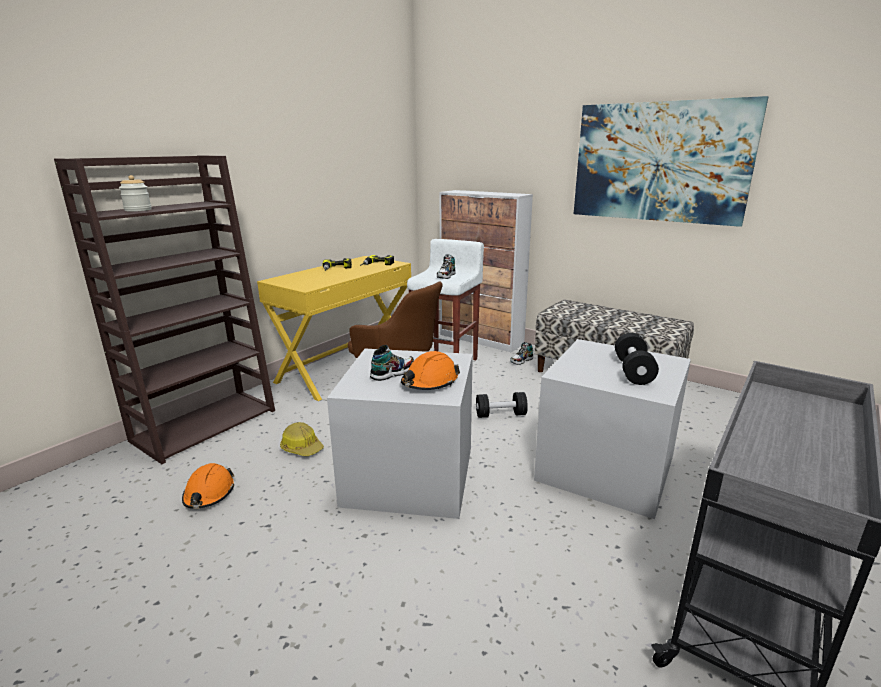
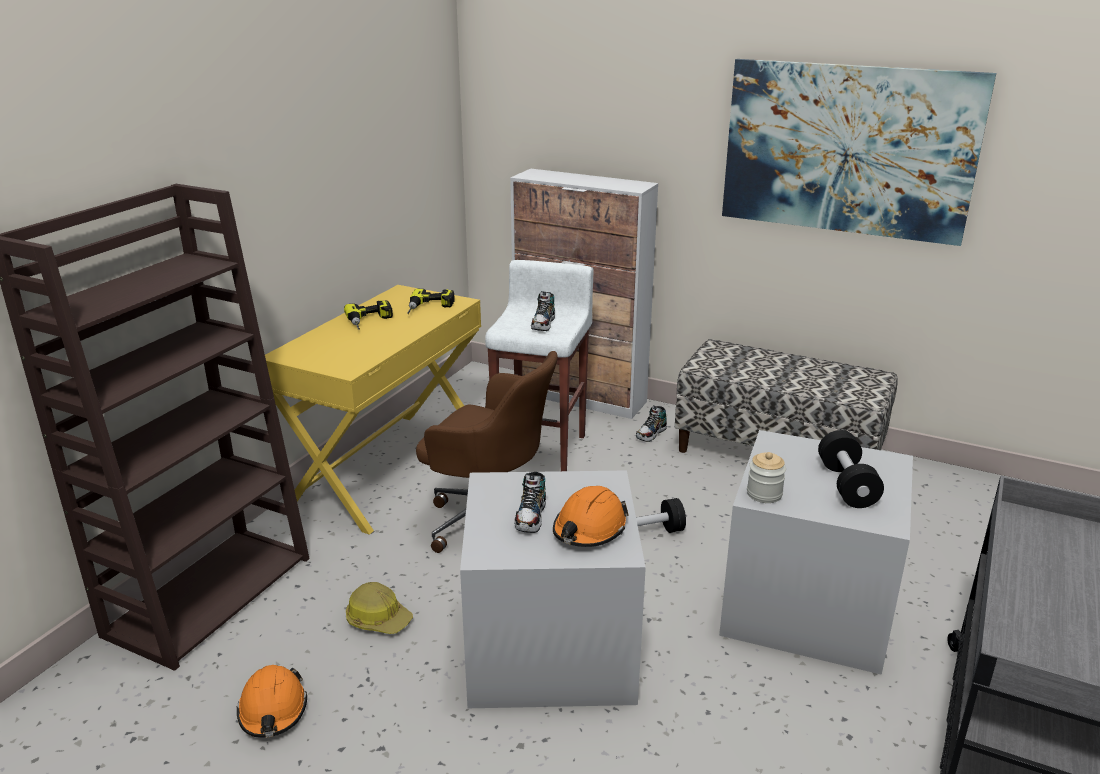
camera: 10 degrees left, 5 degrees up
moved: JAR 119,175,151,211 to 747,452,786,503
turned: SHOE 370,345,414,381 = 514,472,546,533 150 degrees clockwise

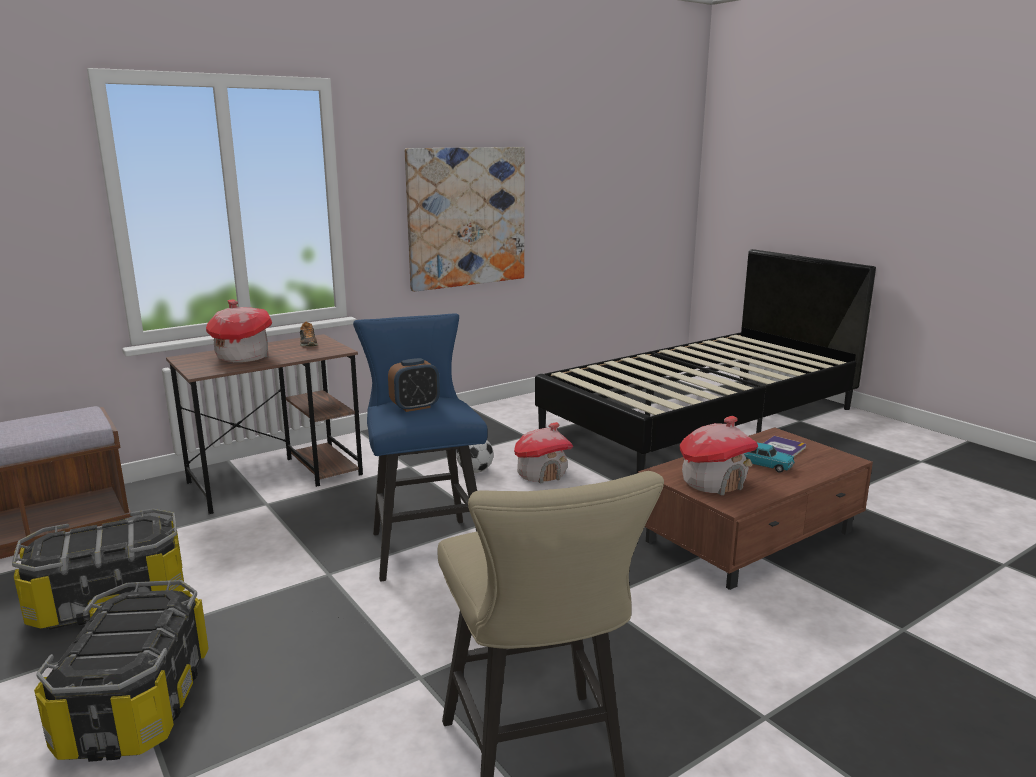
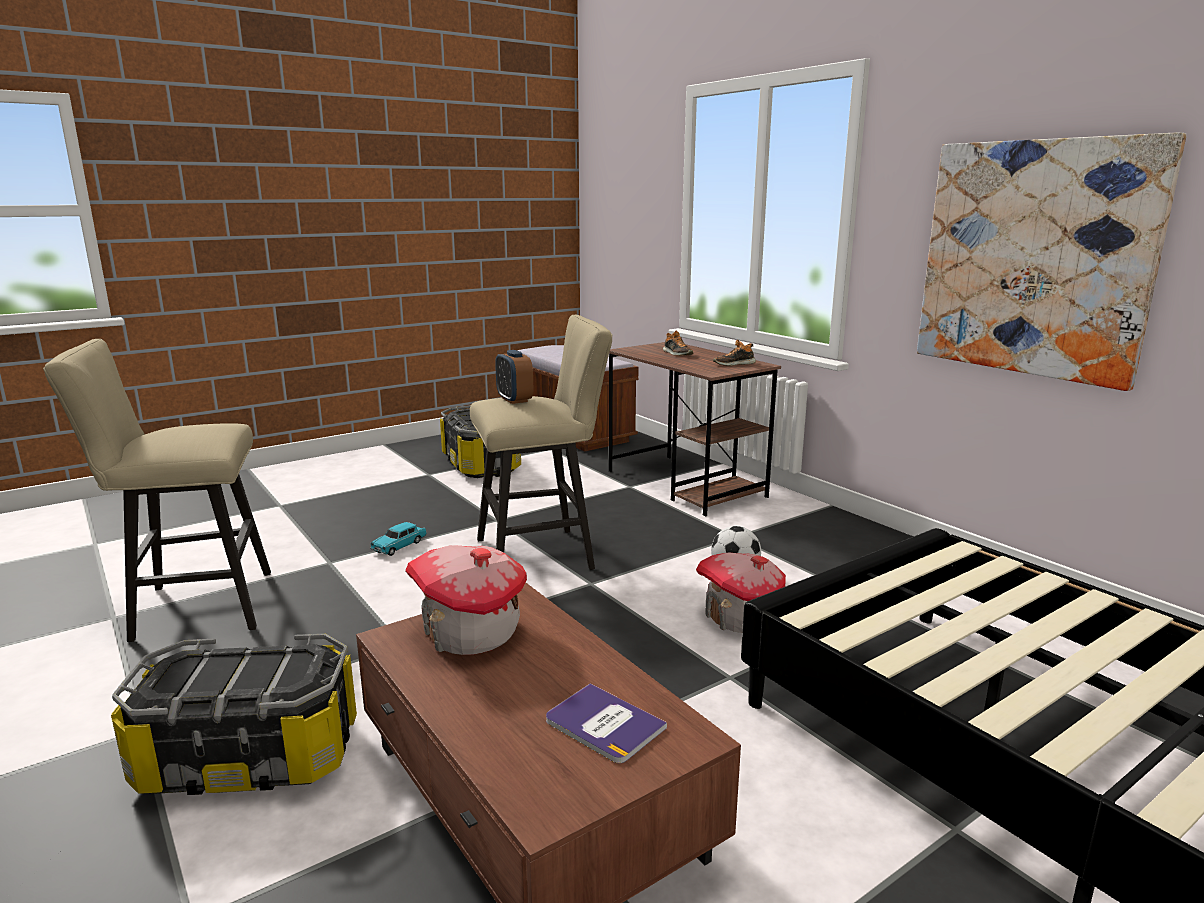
camera: 90 degrees right, 0 degrees up
moved: STORAGE BOX 34,580,209,762 to 111,634,357,795; TURQUOISE TOY CAR 744,443,795,473 to 370,522,427,556
replaced: TOY HOUSE 206,299,273,362 to SHOE 663,330,693,356
recoloured: BLUE STOOL 353,313,488,582 to BEIGE STOOL 470,315,612,570

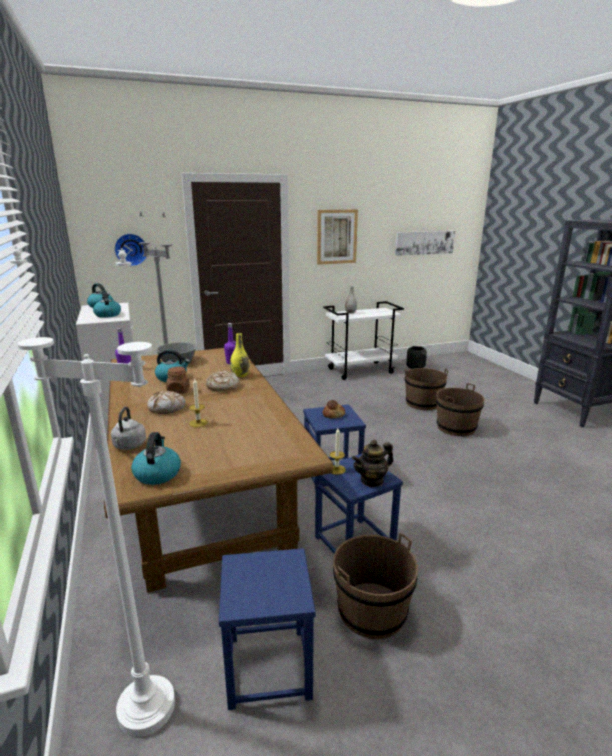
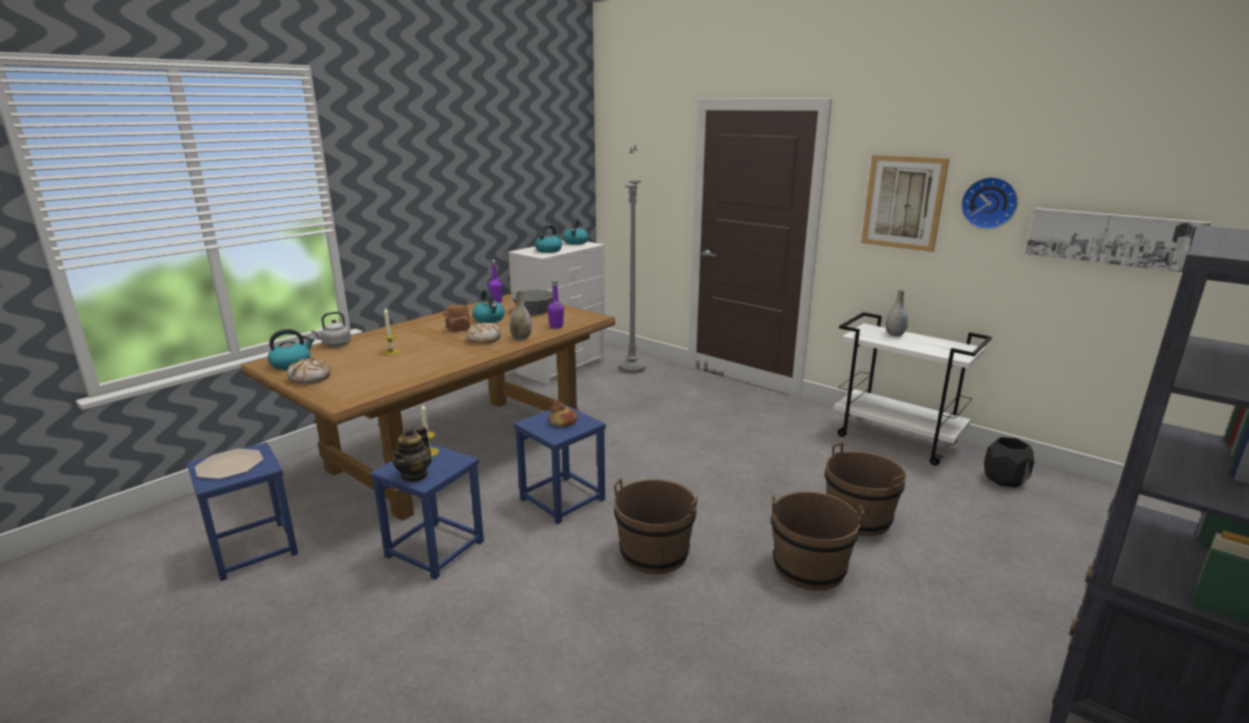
camera: 60 degrees right, 0 degrees up
removed: WHITE FLOOR LAMP 10,246,175,737
added: PLATE 195,449,263,479
moved: WALL CLOCK 114,233,148,266 to 961,177,1018,229; BREAD 147,391,186,414 to 287,358,331,384; BROWN BUCKET 333,532,418,639 to 614,478,698,574
recoloured: YELLOW VASE 230,333,250,377 to GREY VASE 509,289,532,340
turned: TEAPOT 352,440,393,487 = 392,426,432,482 105 degrees counterclockwise

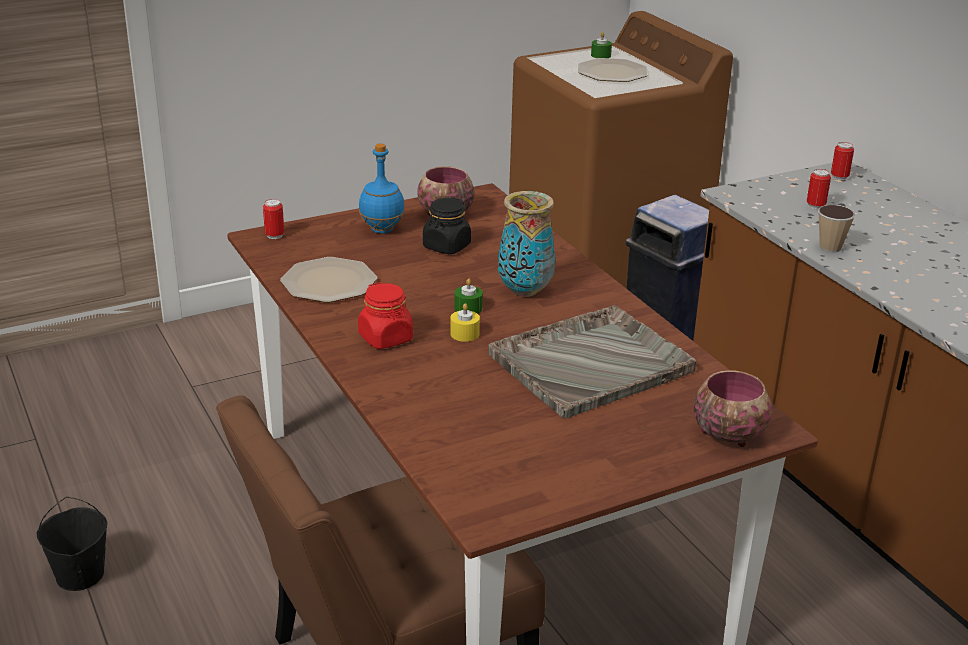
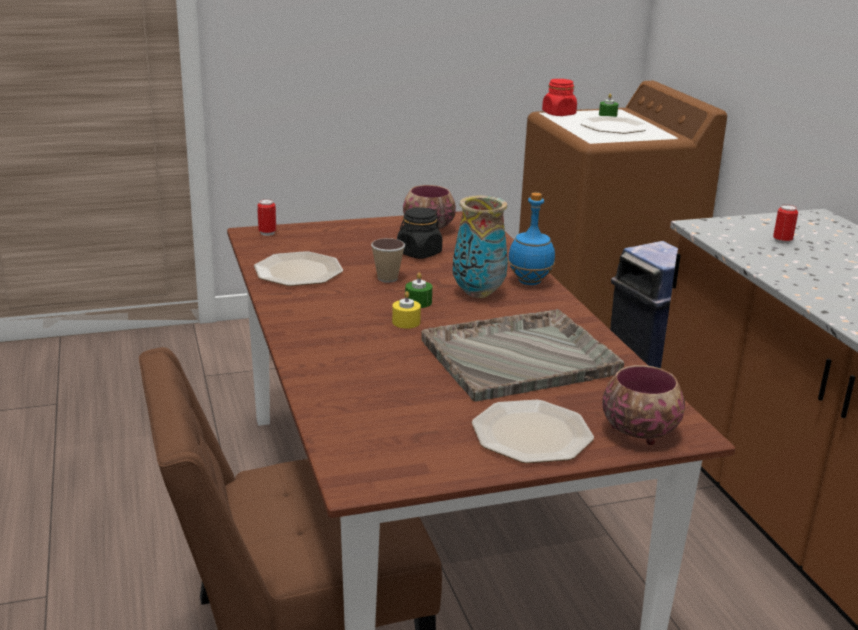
camera: 10 degrees right, 5 degrees down
removed: BLACK BUCKET 37,497,107,591; CAN 831,142,854,180
added: PLATE 472,400,594,463
moved: RED JAR 358,282,413,349 to 542,79,577,116; BLUE BOTTLE 359,144,405,234 to 508,192,555,285; CUP 818,205,855,253 to 371,238,405,283

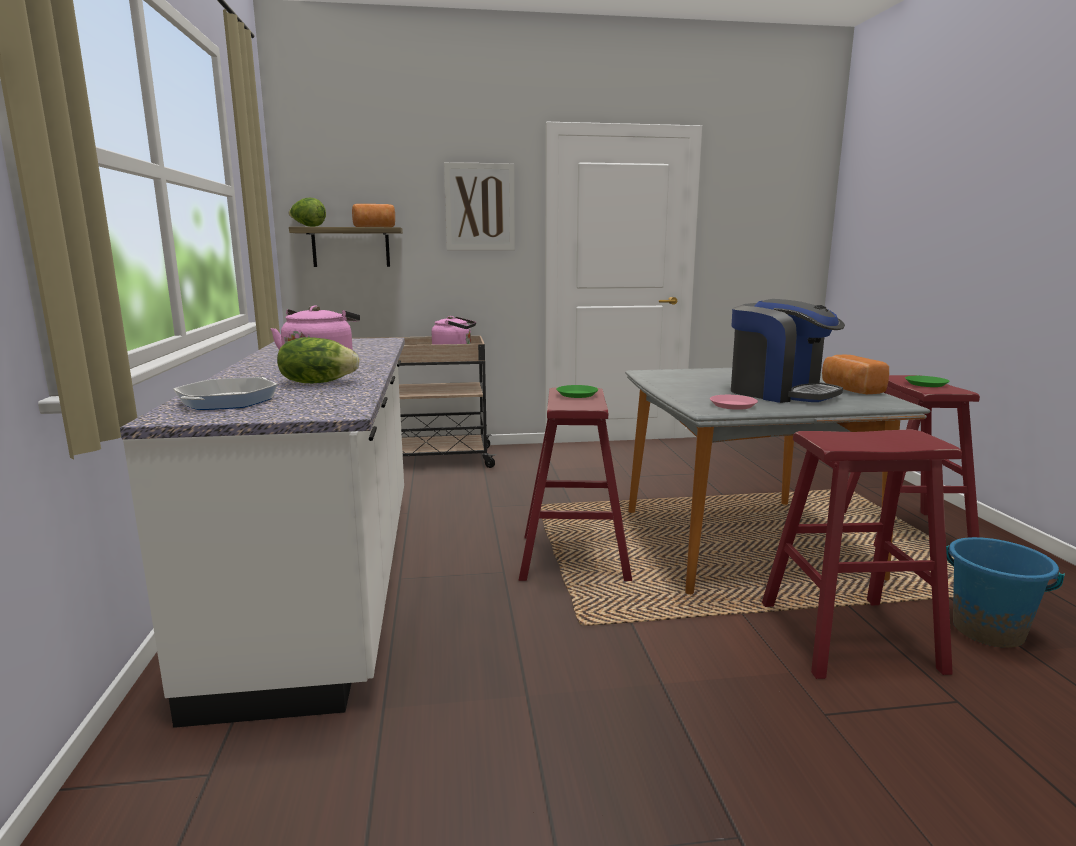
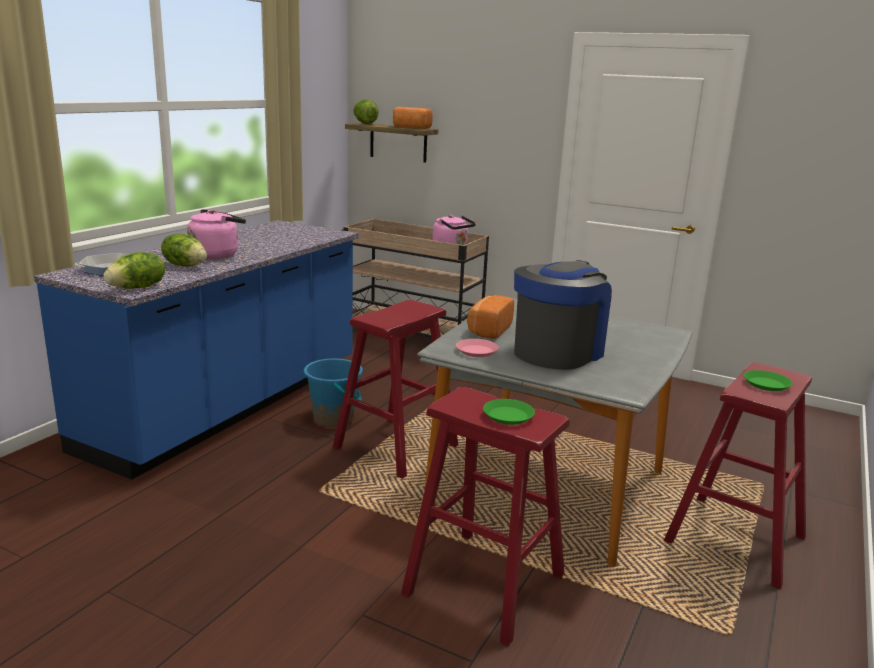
camera: 35 degrees right, 5 degrees up
removed: PICTURE 444,162,515,250
added: LETTUCE 103,252,165,289
moved: GREEN PLATE 556,385,598,398 to 483,399,535,425; BREAD 822,355,889,394 to 467,295,514,339; BLUE BUCKET 946,537,1065,648 to 304,358,363,427
recoloured: WHITE COUNTER 120,338,405,728 to BLUE COUNTER 34,220,359,480
turned: COFFEE MACHINE 731,299,845,403 = 514,260,612,370 135 degrees counterclockwise

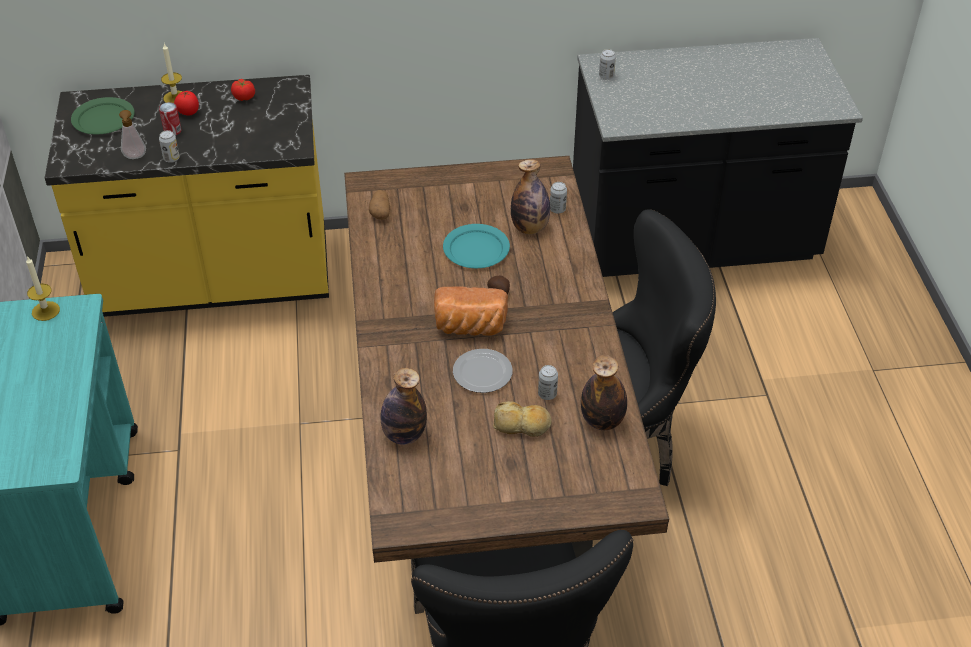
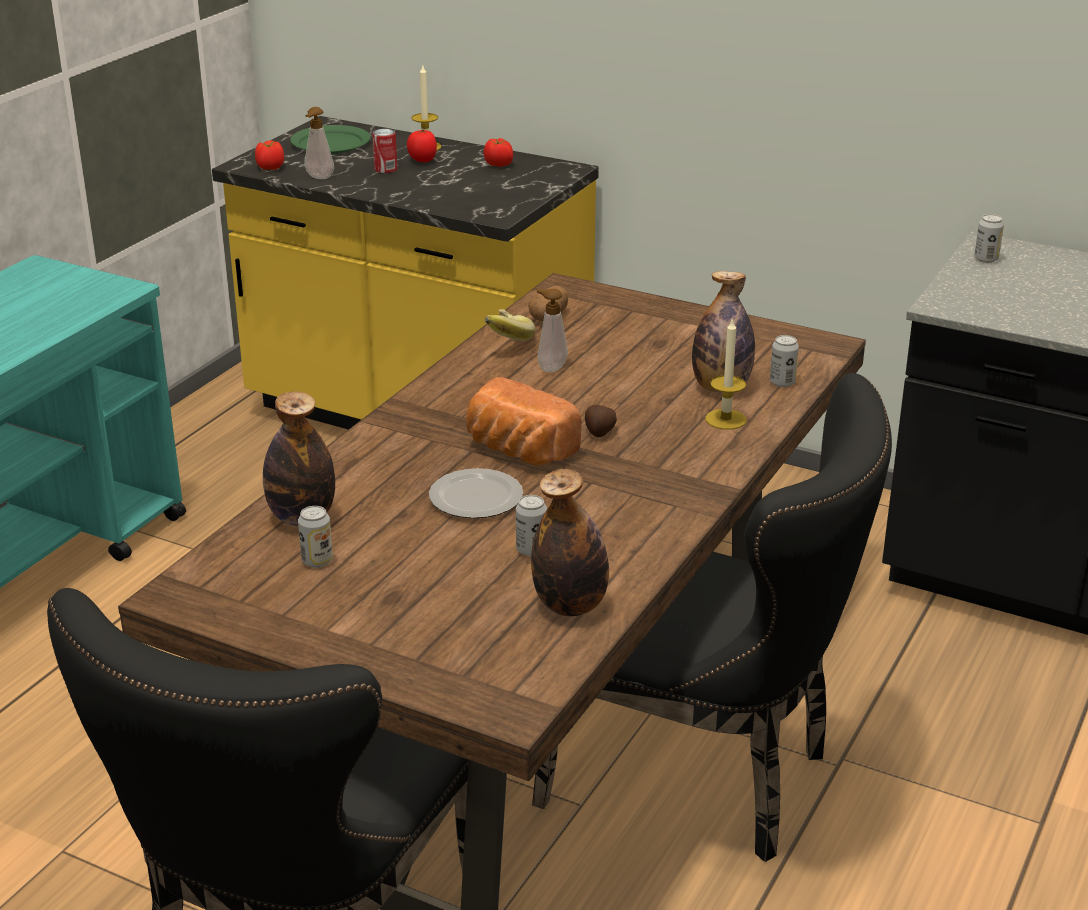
camera: 35 degrees right, 15 degrees down
removed: TURQUOISE PLATE 443,224,510,268; BREAD 493,401,552,437
added: TOMATO 255,140,284,170; BANANA 485,309,535,341; SOAP DISPENSER 537,289,568,372
moved: CANDLE 26,256,60,321 to 705,318,747,430; CAN 159,130,180,163 to 298,506,333,568

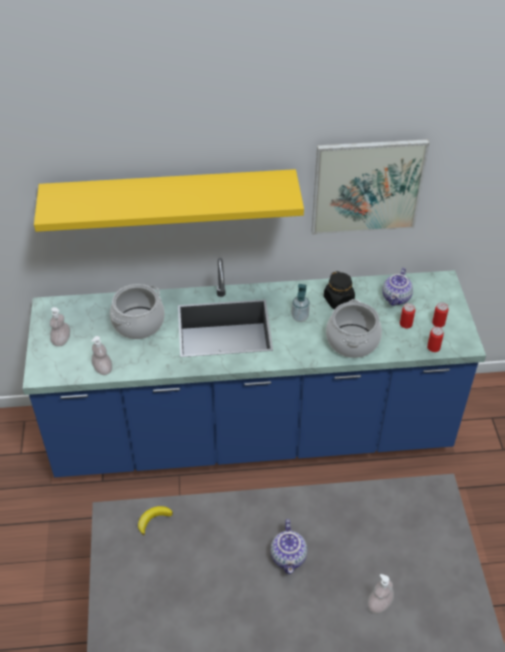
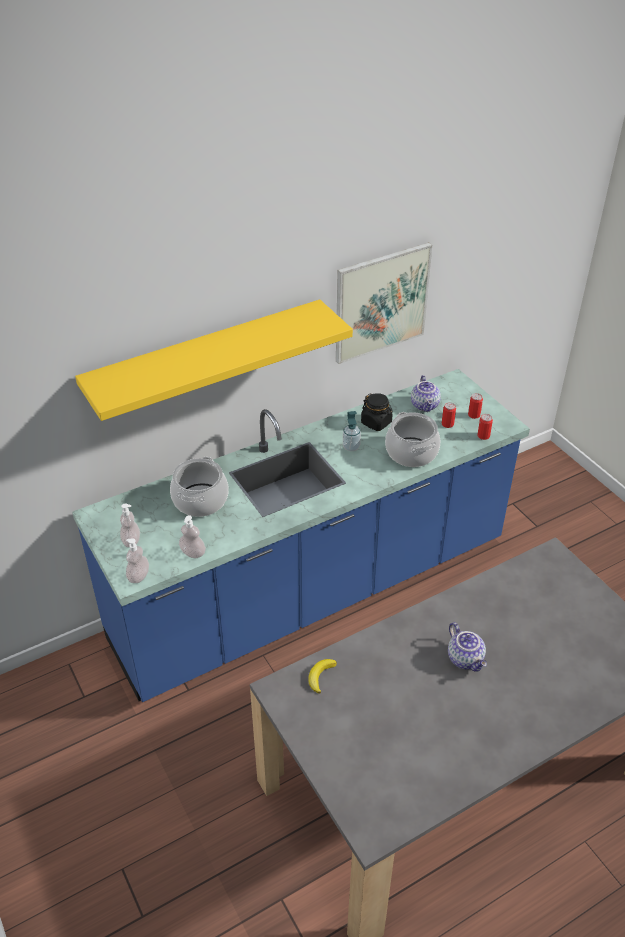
camera: 25 degrees left, 5 degrees down
moved: SOAP DISPENSER 367,574,394,614 to 126,538,149,583

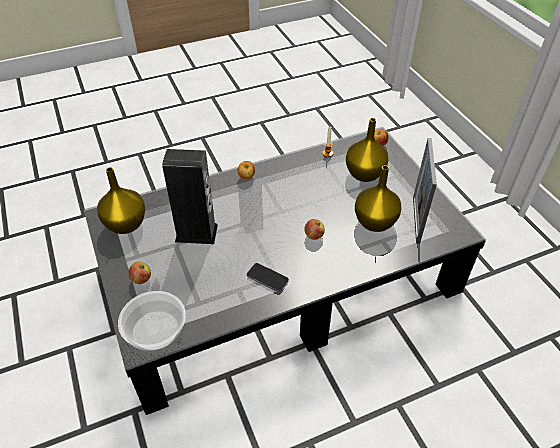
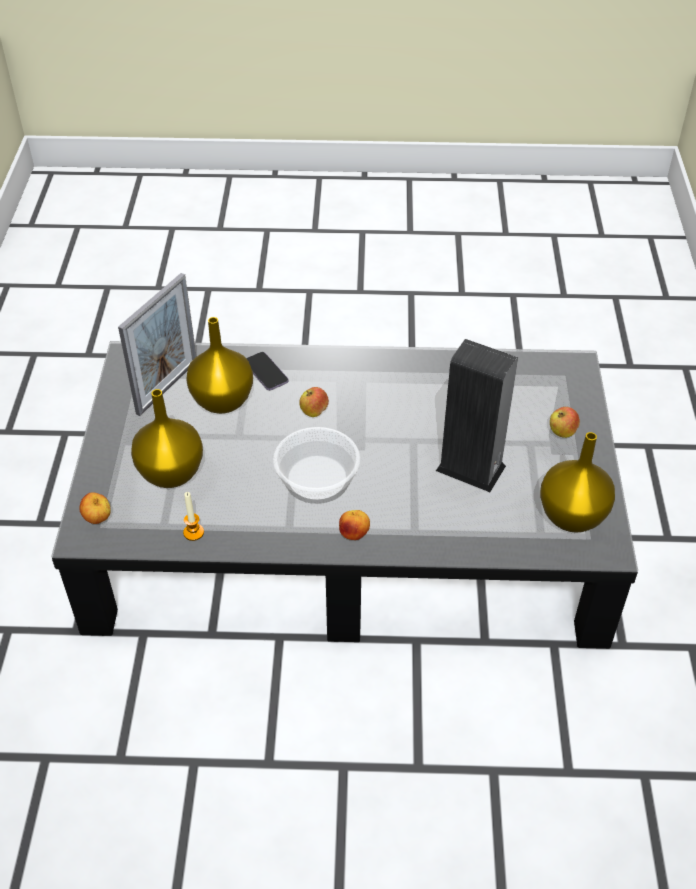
camera: 155 degrees left, 0 degrees up
moved: BOWL 118,291,186,353 to 273,427,360,504; PHONE 247,263,289,292 to 246,352,289,390

